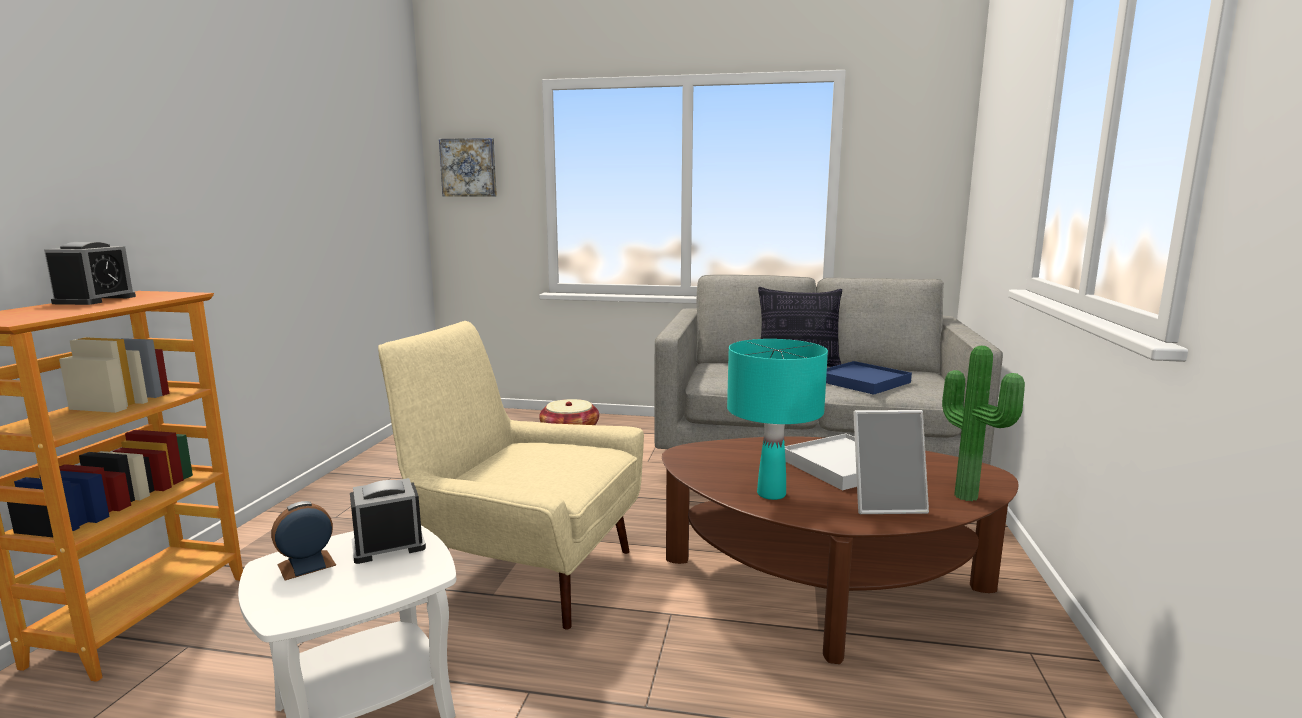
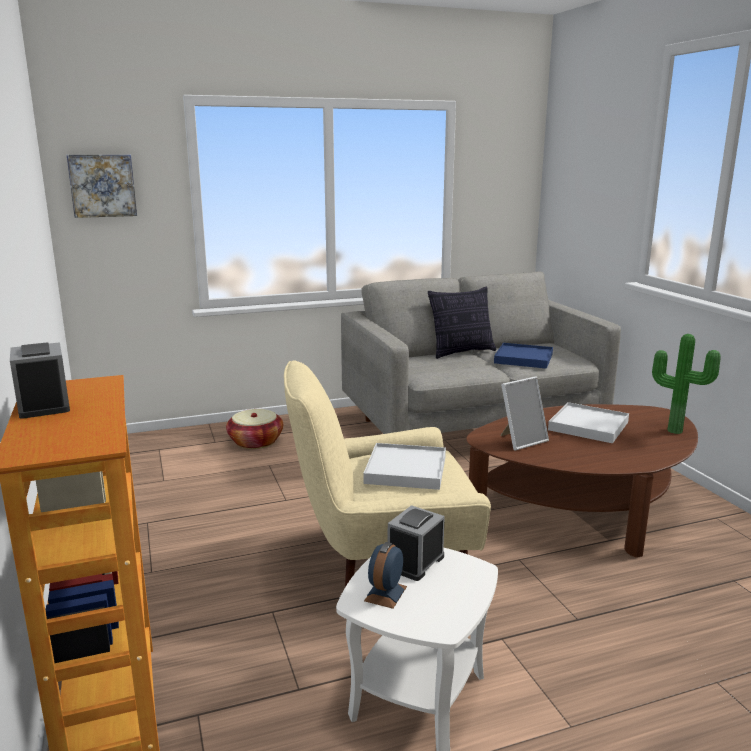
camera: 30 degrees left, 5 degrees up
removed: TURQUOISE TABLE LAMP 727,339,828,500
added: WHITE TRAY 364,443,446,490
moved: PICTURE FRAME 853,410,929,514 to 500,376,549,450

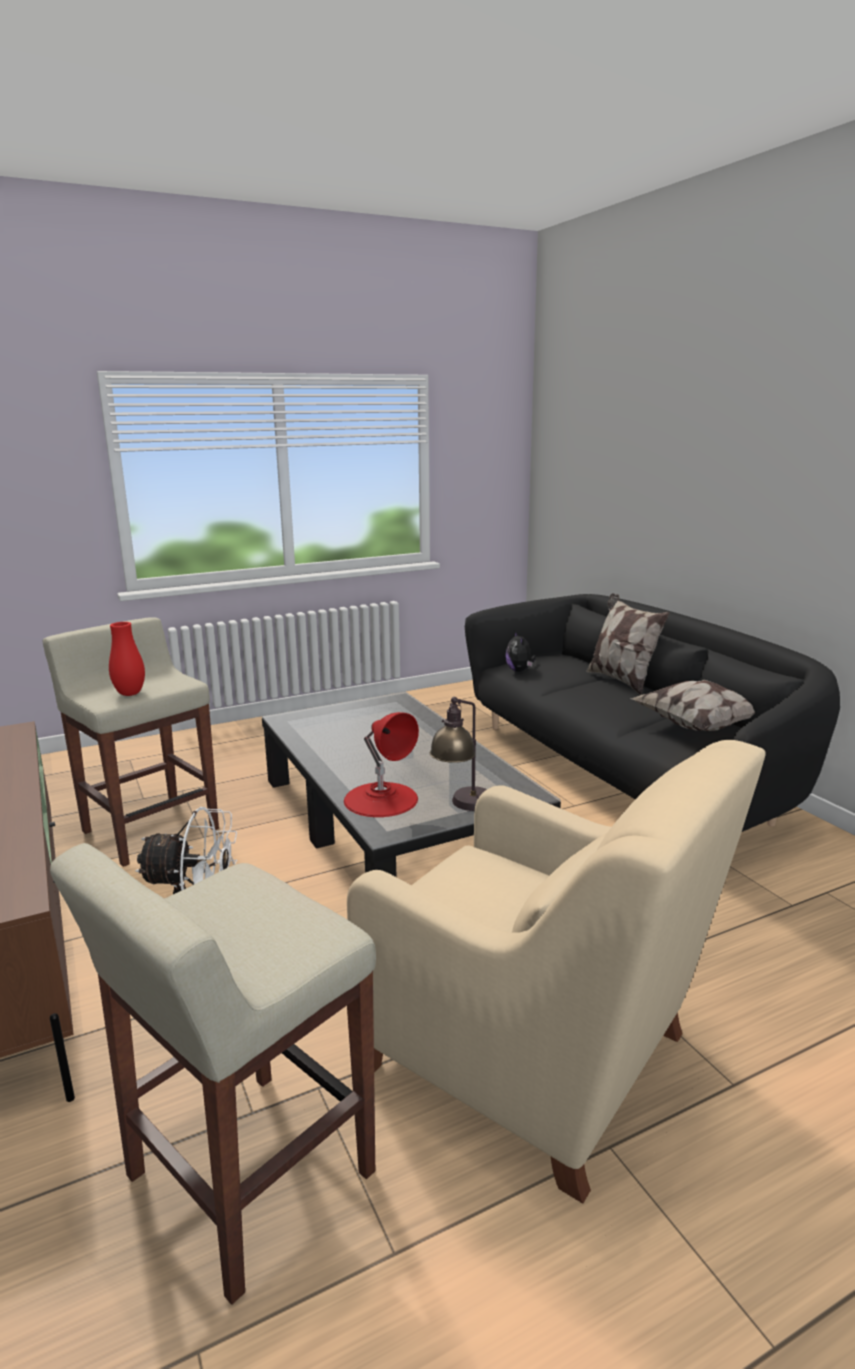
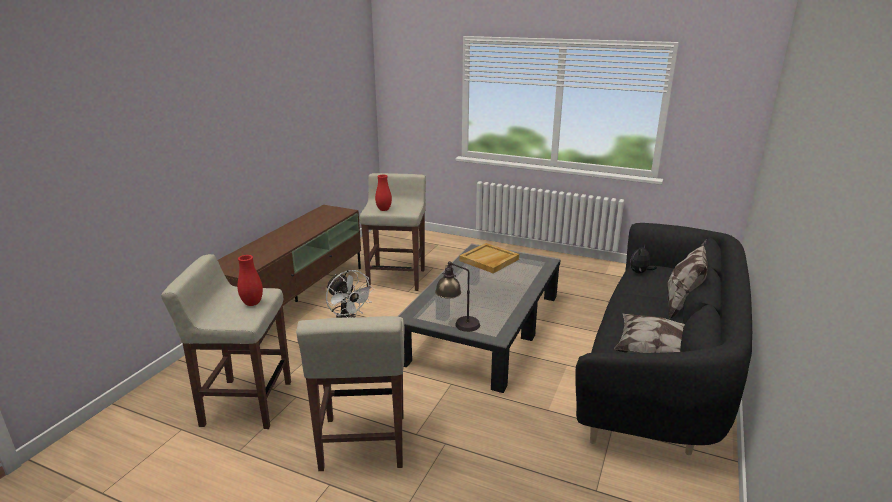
camera: 50 degrees right, 5 degrees up
removed: RED TABLE LAMP 344,712,419,817
added: RED VASE 237,255,263,306; BEIGE TRAY 459,243,519,273
replaced: BEIGE ARMCHAIR 347,740,766,1203 to BEIGE STOOL 296,316,405,471

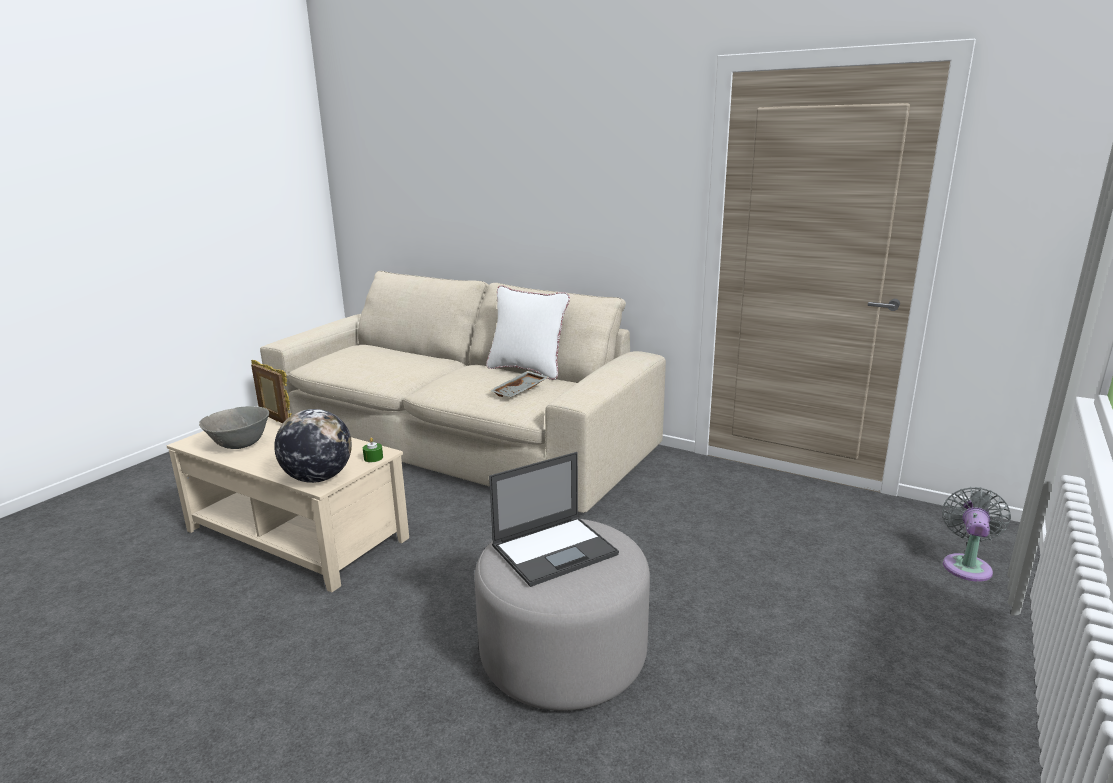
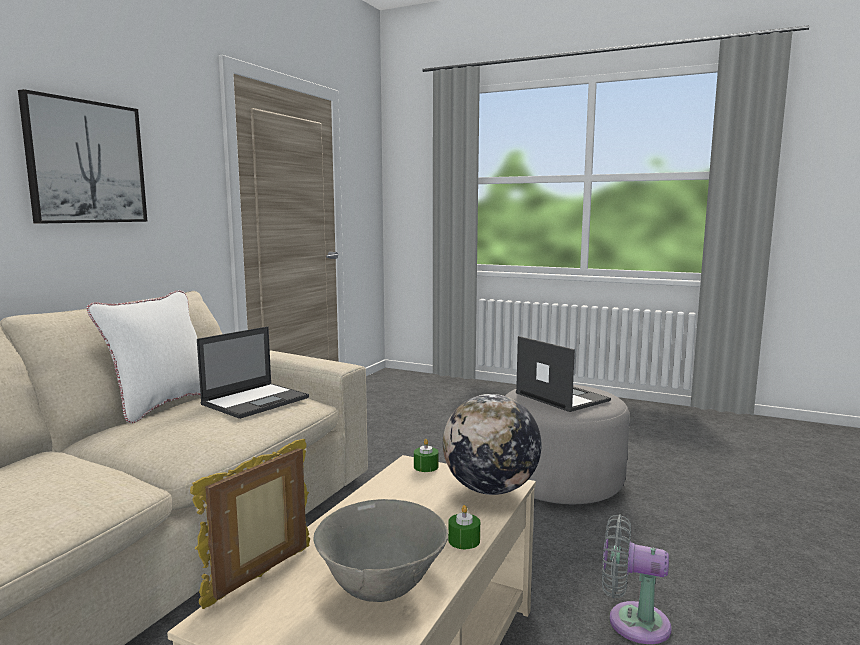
camera: 95 degrees left, 10 degrees down
added: PICTURE 18,89,148,224; GREEN CANDLE 448,505,480,549
moved: GREY FAN 942,487,1011,582 to 602,514,671,644
replaced: GREY TRAY 490,371,548,397 to LAPTOP 197,326,309,419

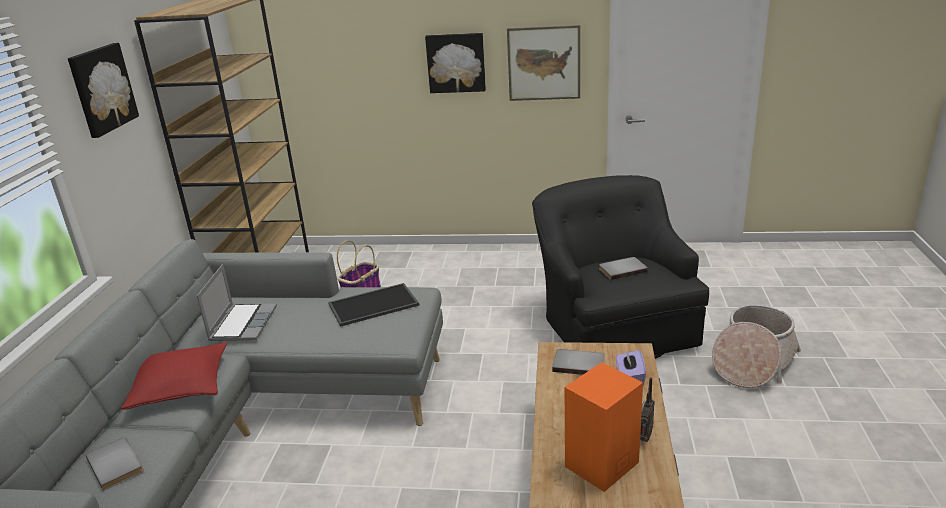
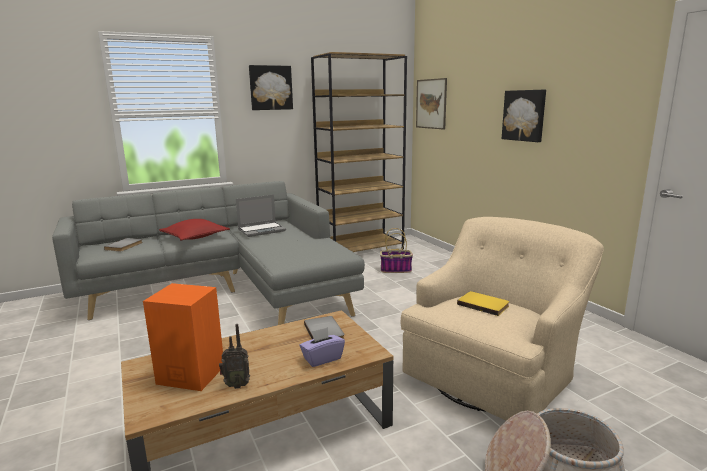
camera: 55 degrees right, 10 degrees down
removed: TRAY 328,283,419,327
moved: PICTURE 507,25,580,101 to 416,78,447,130
recoloured: BLACK ARMCHAIR 532,175,709,359 to BEIGE ARMCHAIR 401,217,604,421; GREY BOOK 599,257,648,280 to YELLOW BOOK 457,291,509,316

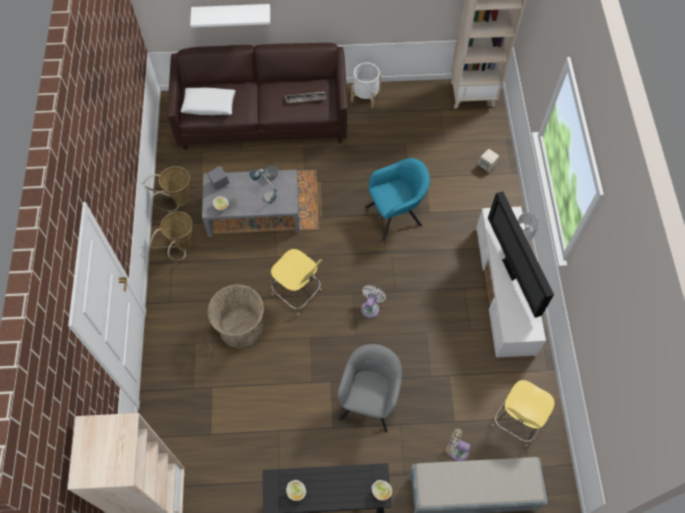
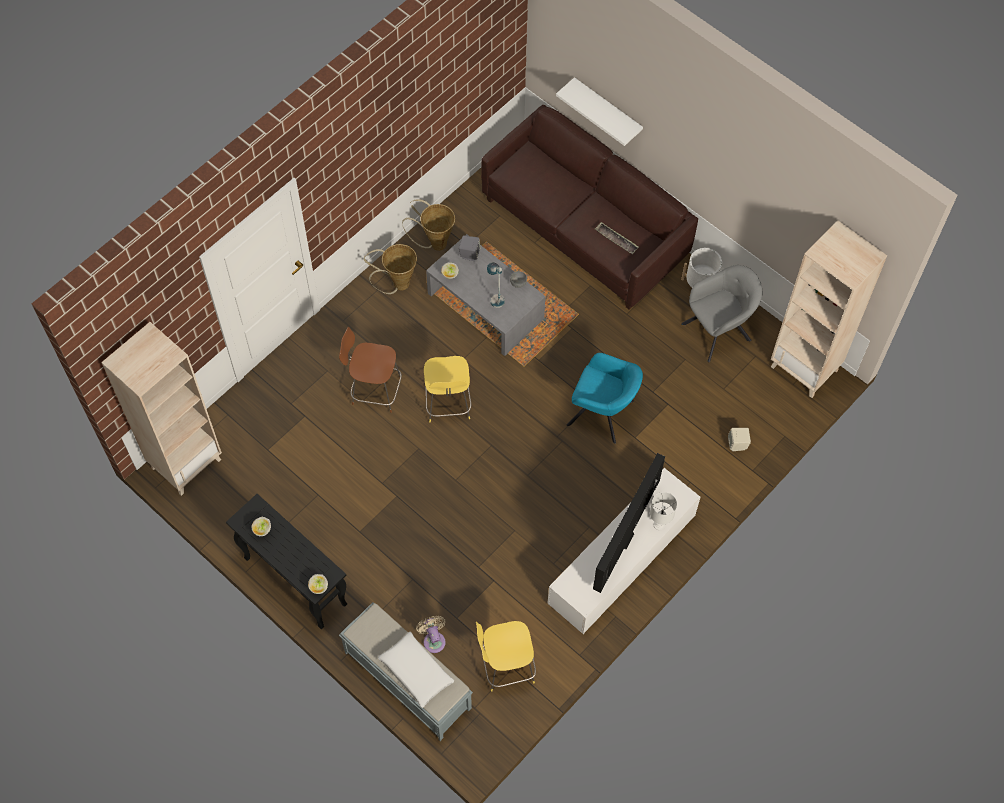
camera: 45 degrees right, 0 degrees up
removed: WHITE FAN 361,285,386,318
moved: WHITE PILLOW 181,87,236,115 to 378,632,454,708; GREY ARMCHAIR 338,344,402,433 to 681,265,762,362
replaced: BASKET 208,284,264,348 to BROWN STOOL 339,327,402,413

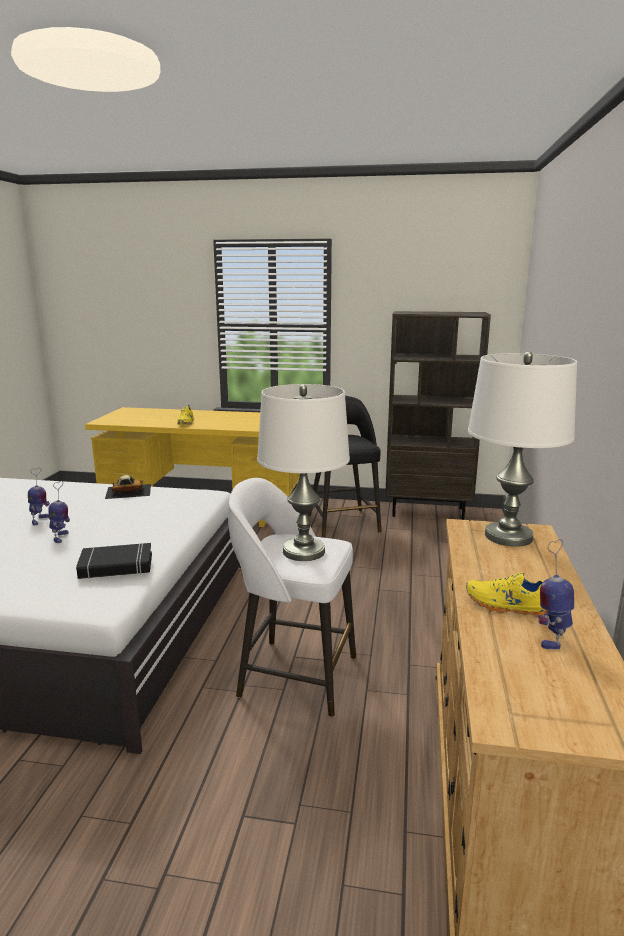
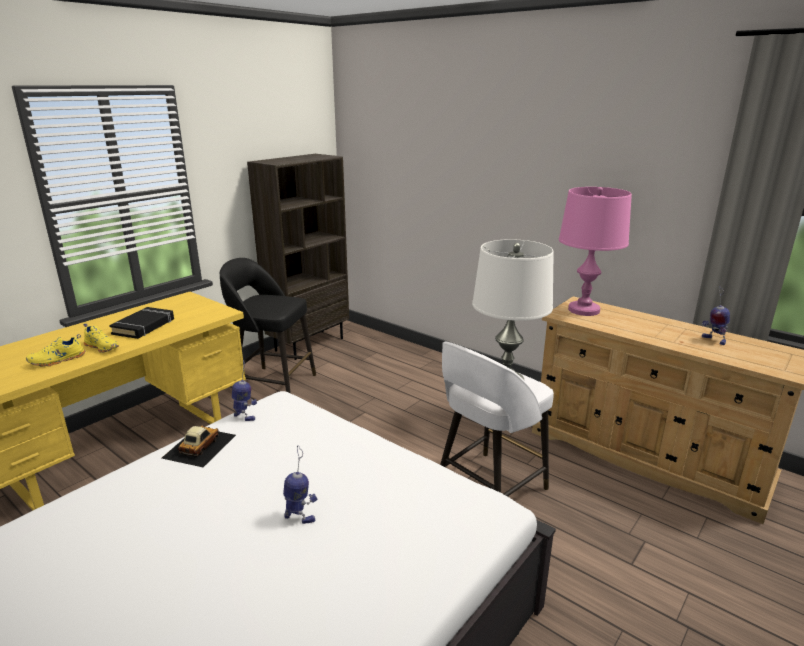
camera: 60 degrees left, 5 degrees up
moved: TOY ROBOT 28,467,50,526 to 232,360,257,421; BLACK BOOK 76,543,152,579 to 109,307,174,339; YELLOW SHOE 466,572,547,617 to 26,334,85,366
recoloured: WHITE TABLE LAMP 468,352,577,547 to PINK TABLE LAMP 559,187,632,316

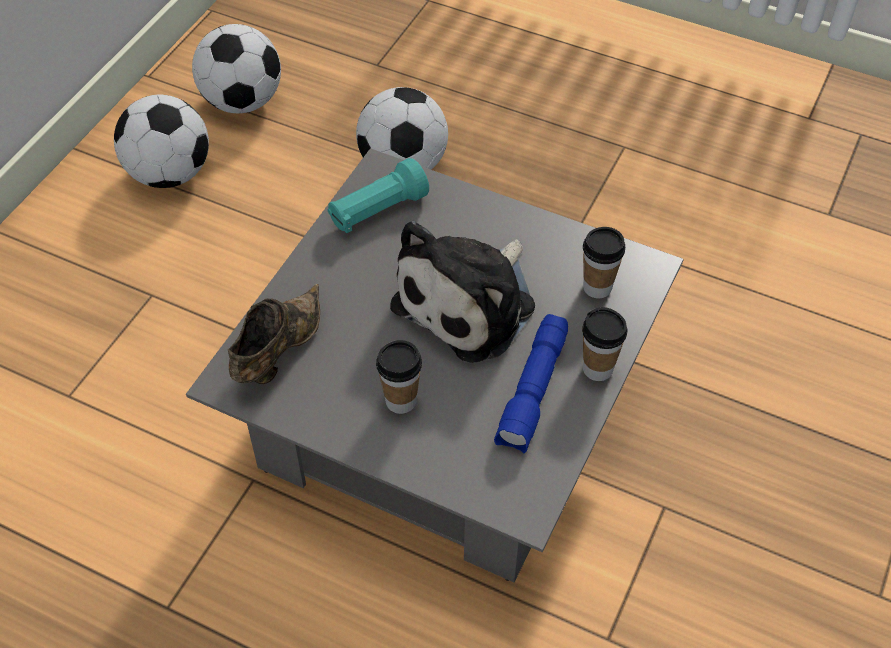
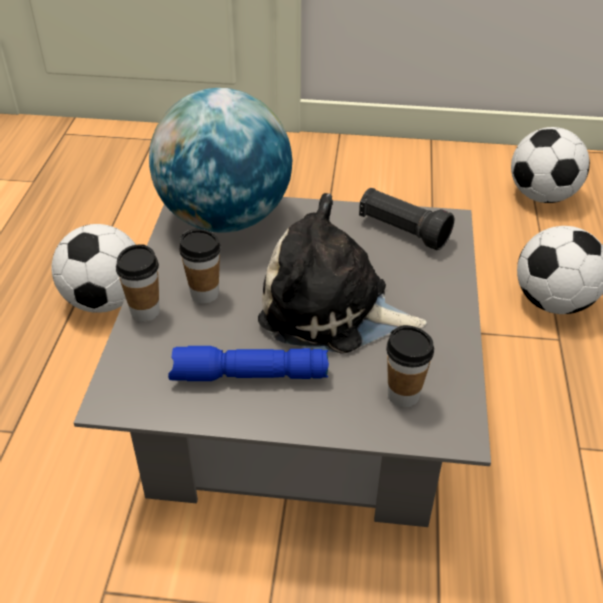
camera: 70 degrees right, 10 degrees down
moved: FOOTBALL 114,95,209,188 to 51,224,136,313; CUP 582,307,627,381 to 116,244,160,322
replaced: BROWN SHOE 228,284,320,384 to GLOBE 149,88,292,232
recoloured: TURQUOISE FLASHLIGHT 327,158,429,233 to BLACK FLASHLIGHT 359,188,454,250

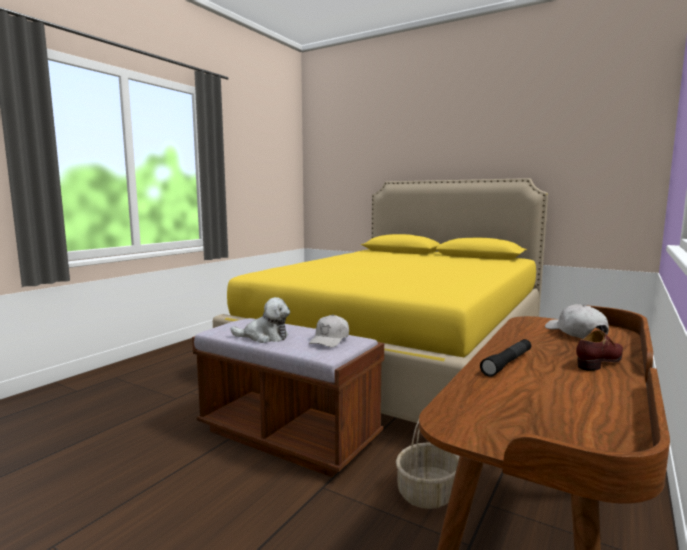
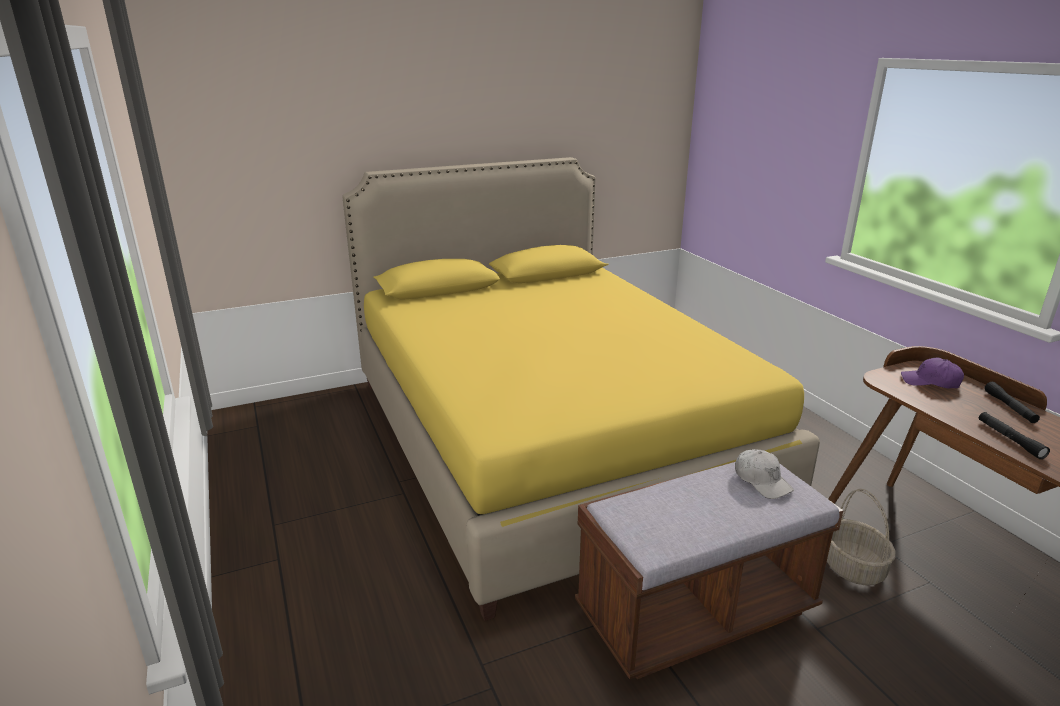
camera: 55 degrees left, 15 degrees up
removed: PLUSH TOY 231,297,290,343
replaced: BROWN SHOE 576,330,623,371 to BLACK FLASHLIGHT 984,382,1040,423
recoloured: WHITE CAP 545,304,609,339 to PURPLE CAP 901,357,964,389

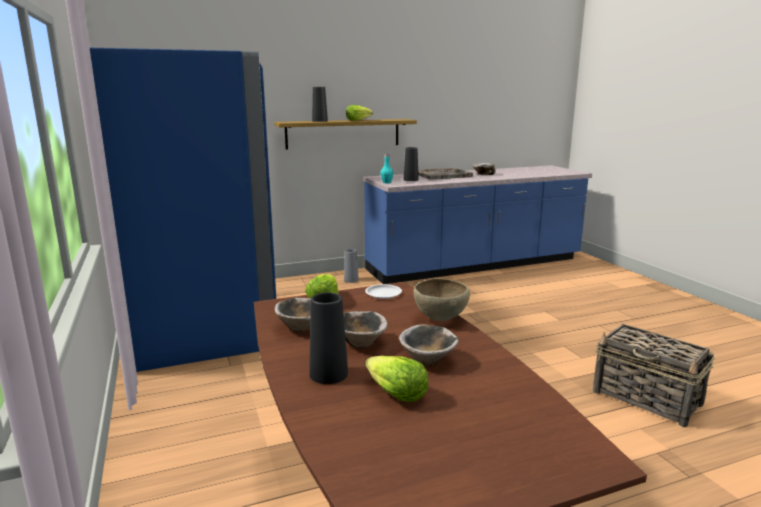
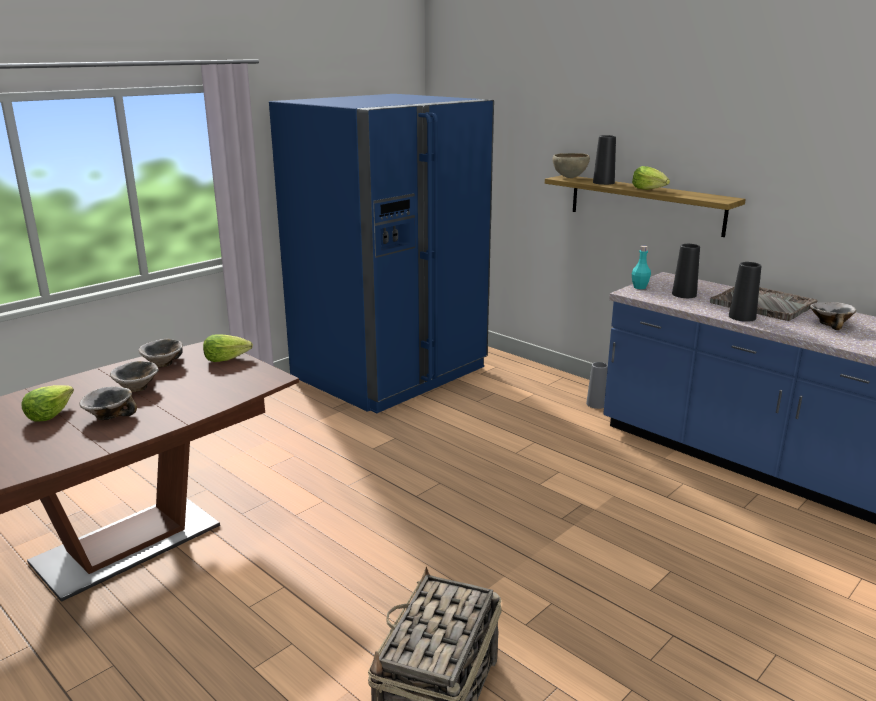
camera: 65 degrees right, 5 degrees up
removed: WHITE PLATE 365,284,402,299
moved: BLACK VASE 309,293,348,384 to 729,262,761,322; BROWN BOWL 413,279,470,321 to 553,153,590,178

